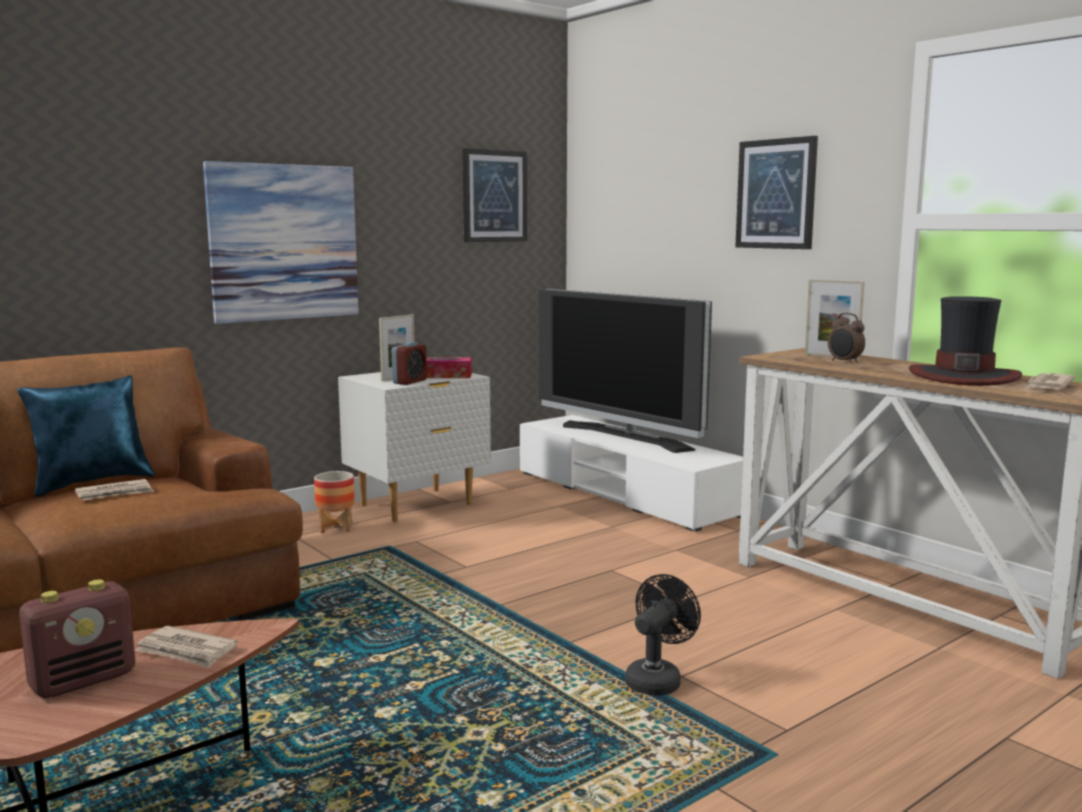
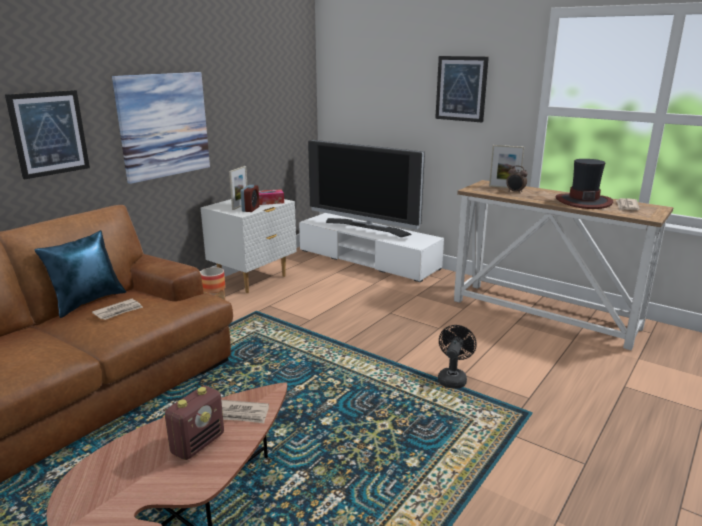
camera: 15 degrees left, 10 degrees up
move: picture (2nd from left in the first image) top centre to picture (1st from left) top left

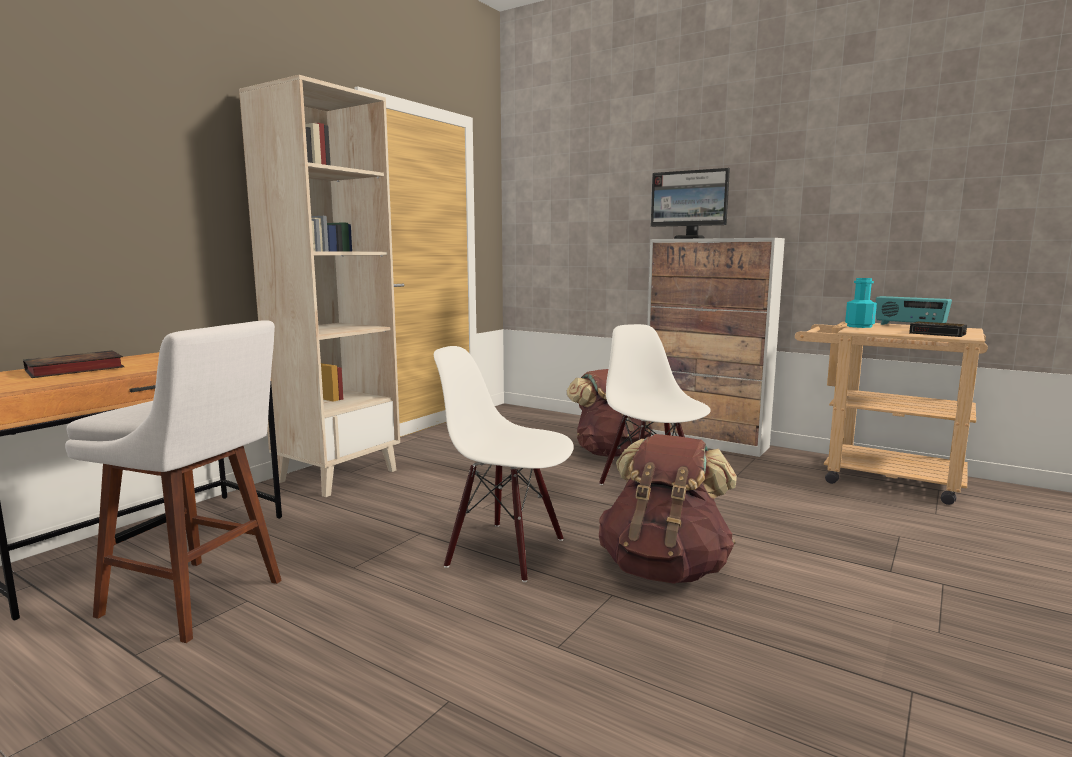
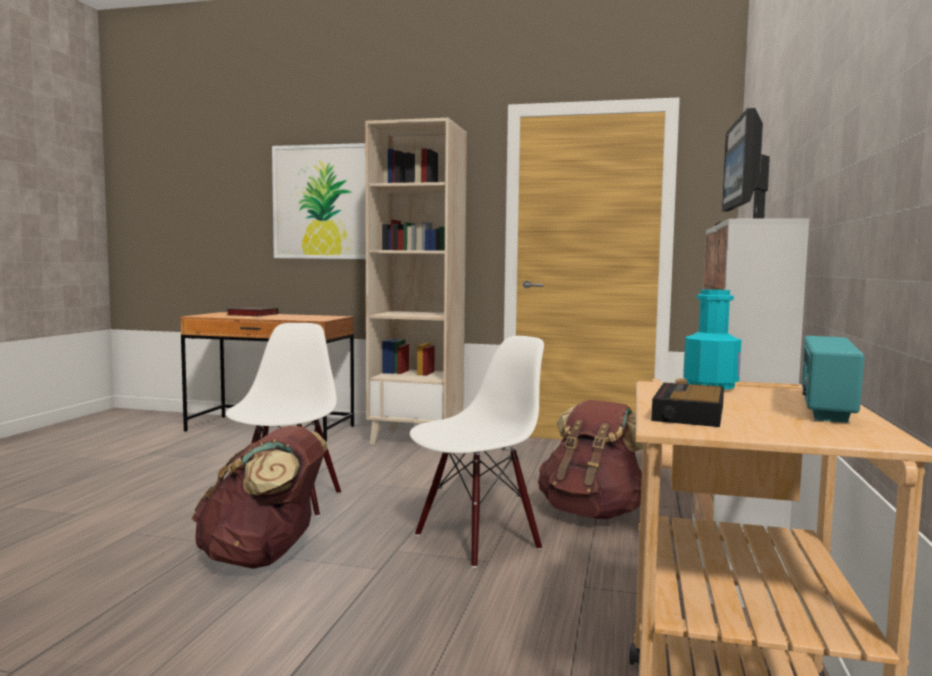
camera: 70 degrees right, 5 degrees down
delete: white stool middle left
insert: picture top centre

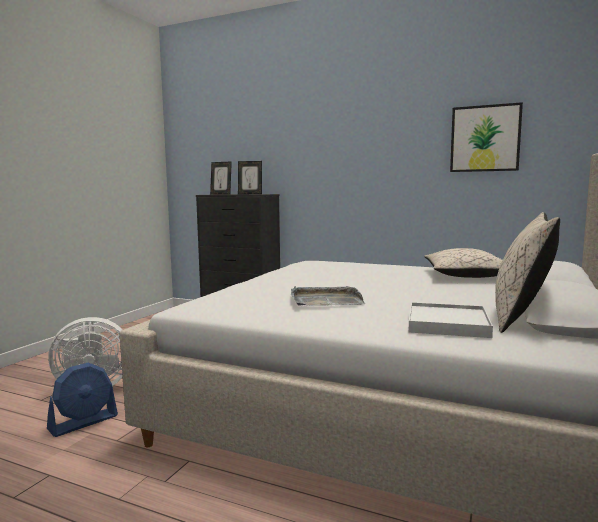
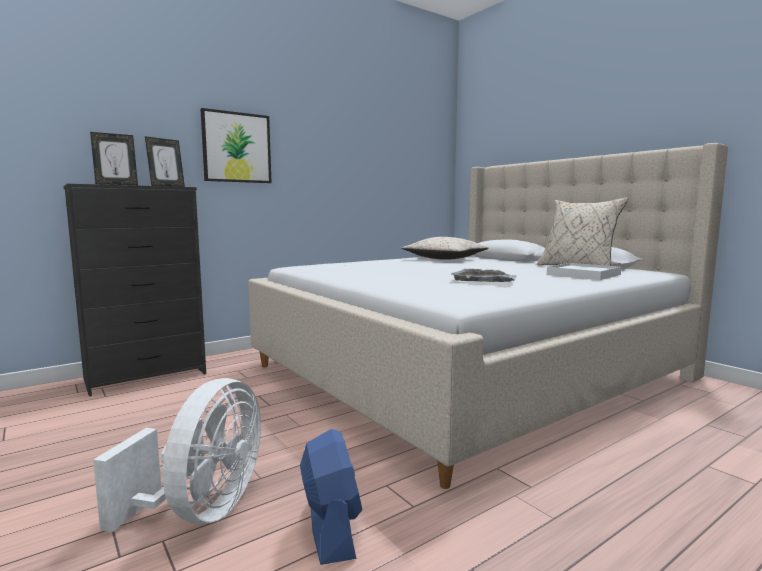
camera: 60 degrees left, 0 degrees up
move: picture top right to top left

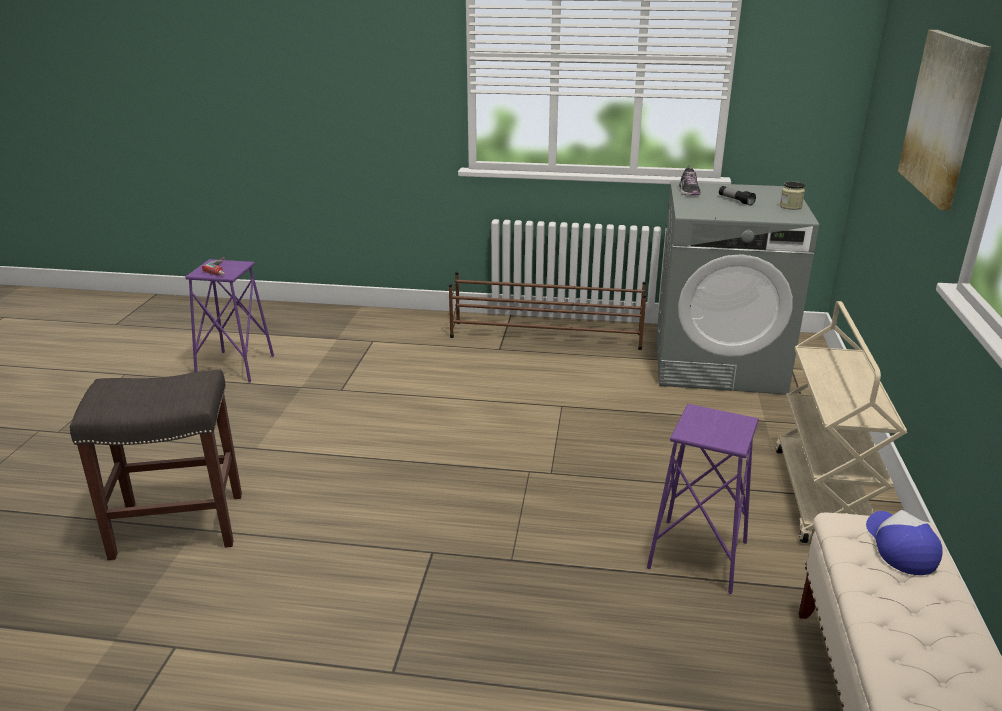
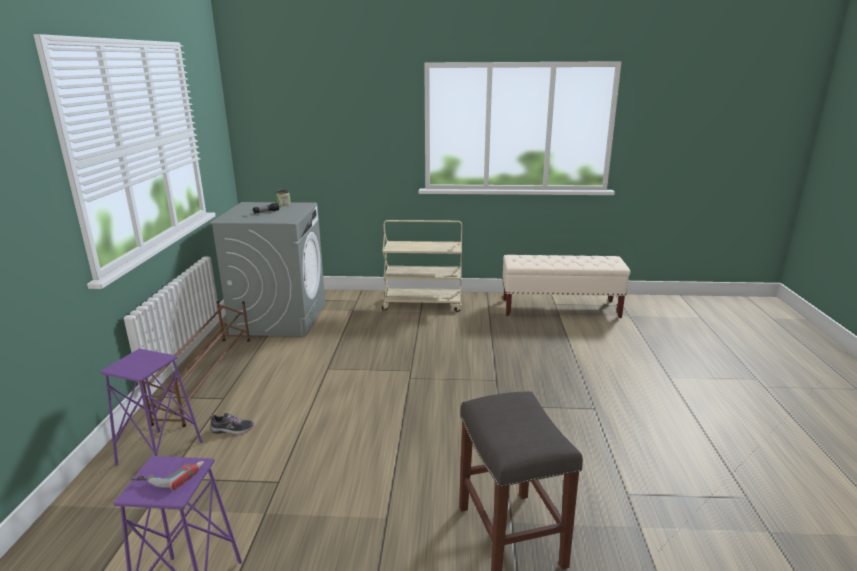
camera: 95 degrees left, 5 degrees down
delete: cap bottom right; picture top right
move: purple stool (2nd from left in the first image) bottom right to purple stool (1st from left) bottom left; shoe top right to bottom left

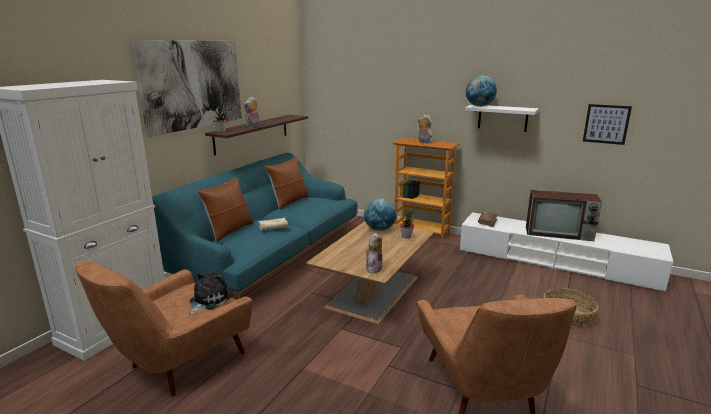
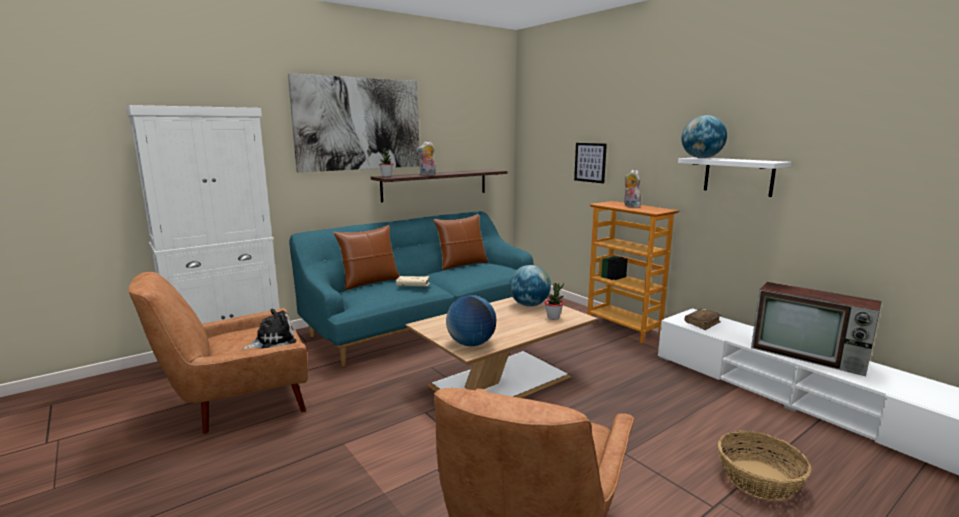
camera: 25 degrees right, 5 degrees down
move: picture (2nd from left) top right to top centre
replace: plush toy (3rd from left) centre to globe (1st from left) centre

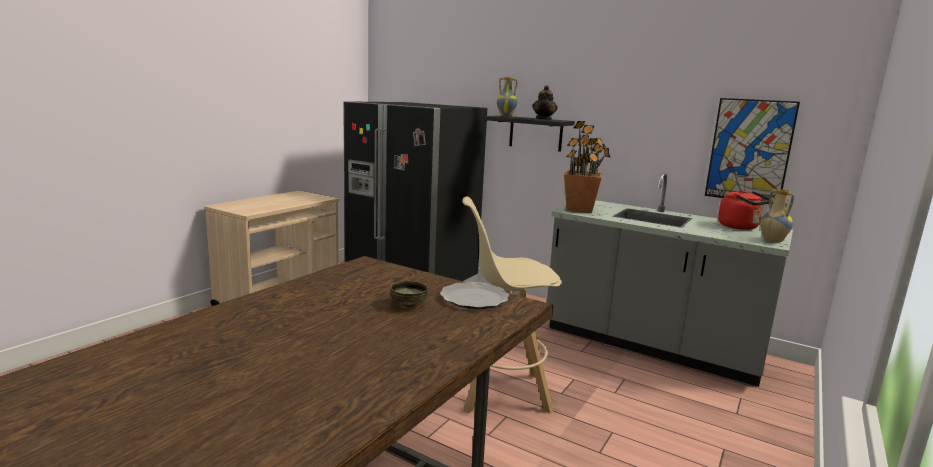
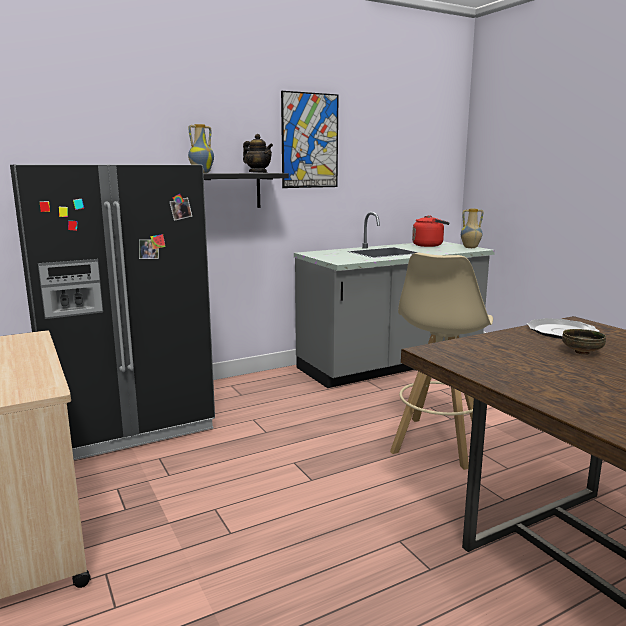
camera: 60 degrees left, 0 degrees up
delete: potted plant centre
move: picture top right to top centre

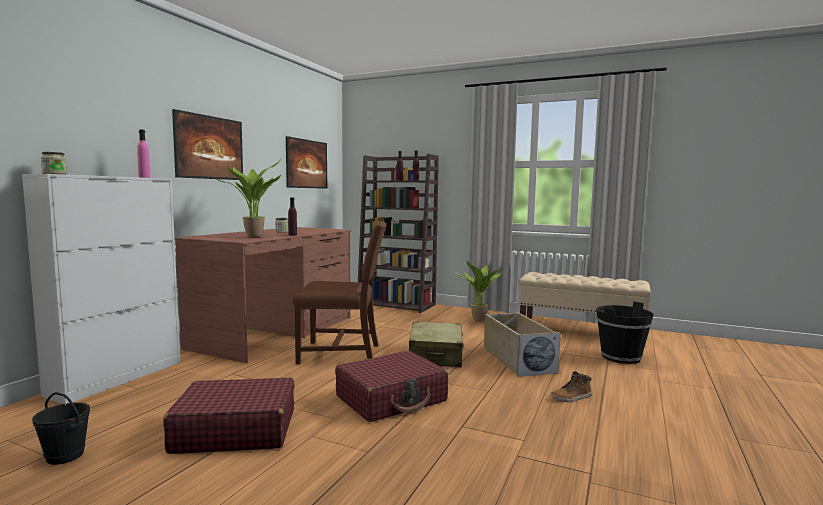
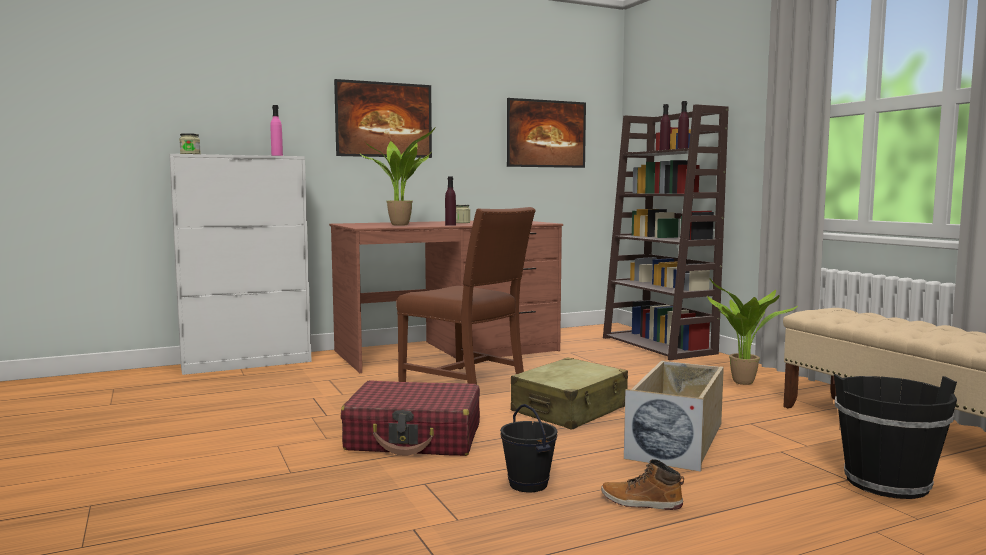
camera: 40 degrees right, 0 degrees up
delete: red suitcase (1st from left) bottom left
move: black bucket (1st from left) bottom left to bottom centre

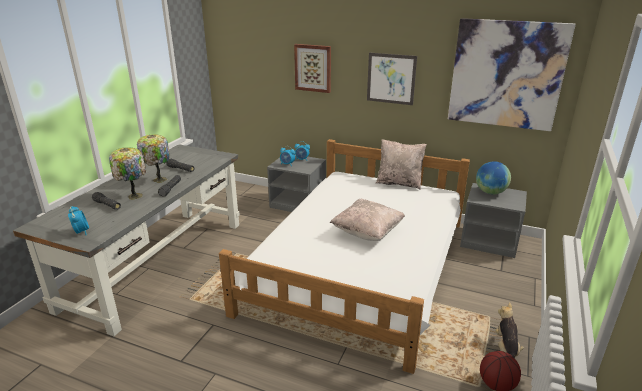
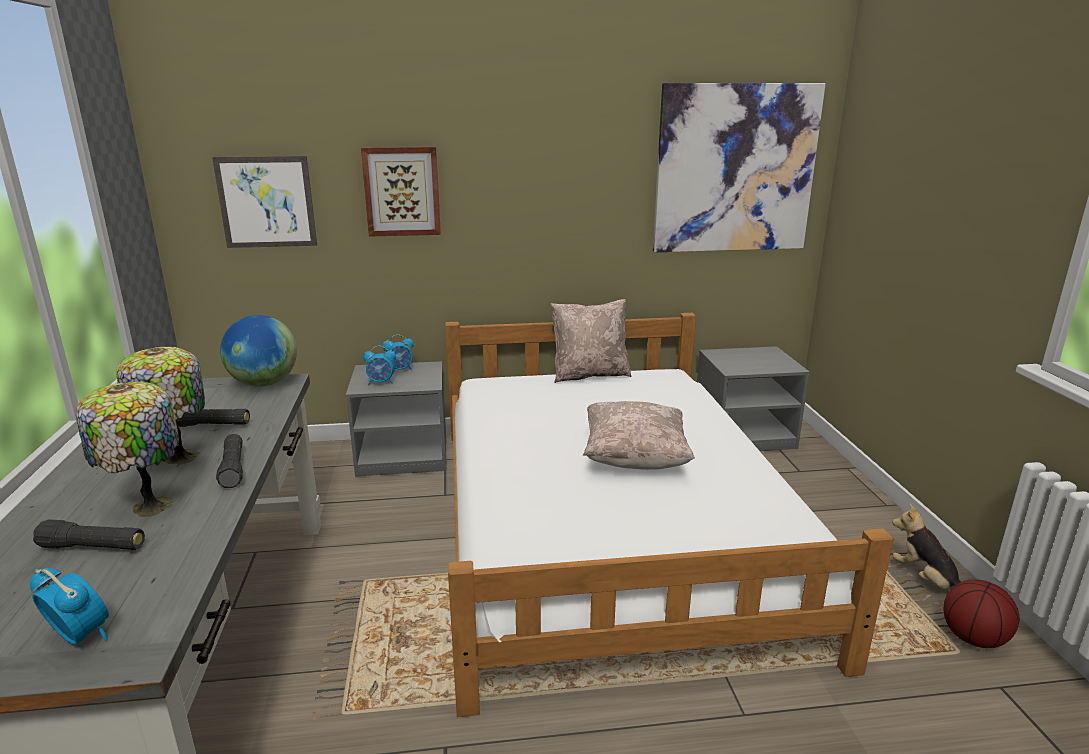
camera: 30 degrees left, 5 degrees down
move: picture (2nd from left in the first image) top centre to picture (1st from left) top left; globe middle right to middle left

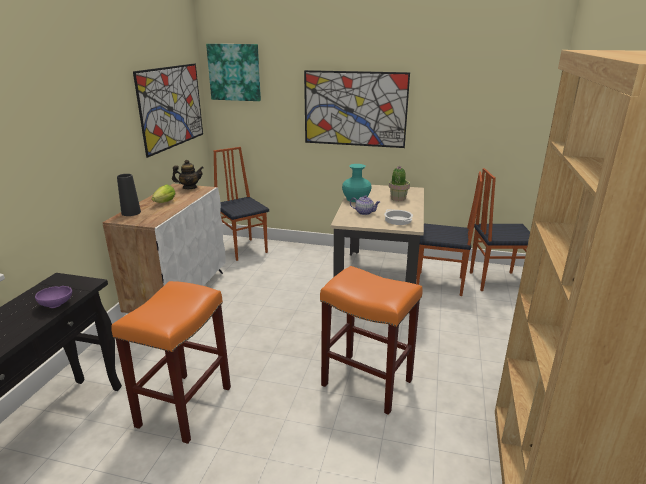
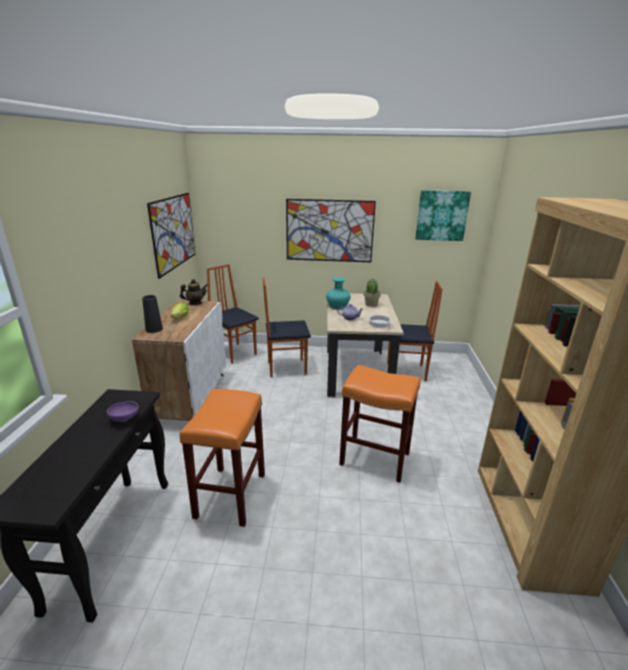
camera: 10 degrees left, 0 degrees up
move: picture (2nd from left in the first image) top centre to picture (3rd from left) top right; chair (3rd from left in the first image) middle right to chair (2nd from left) centre

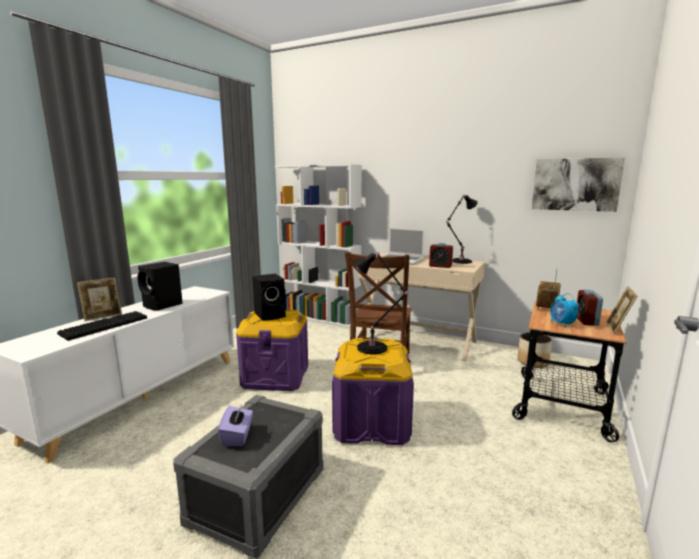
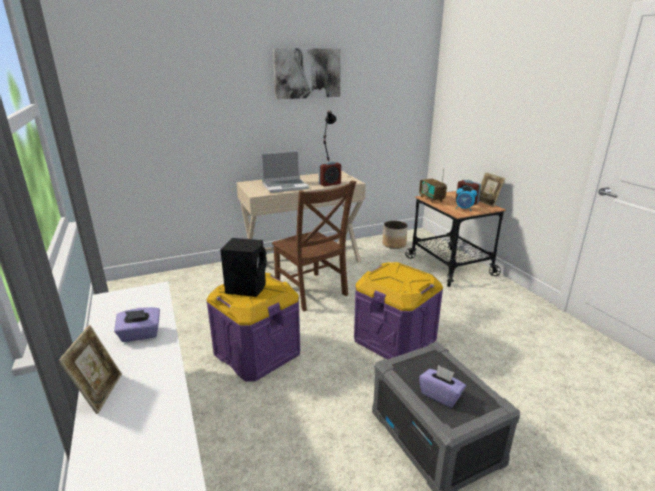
camera: 50 degrees left, 10 degrees up
delete: keyboard middle left; white bookcase centre; black table lamp (1st from left) centre
move: picture top right to top centre
replace: black speaker (1st from left) middle left to purple tissue box (1st from left) middle left

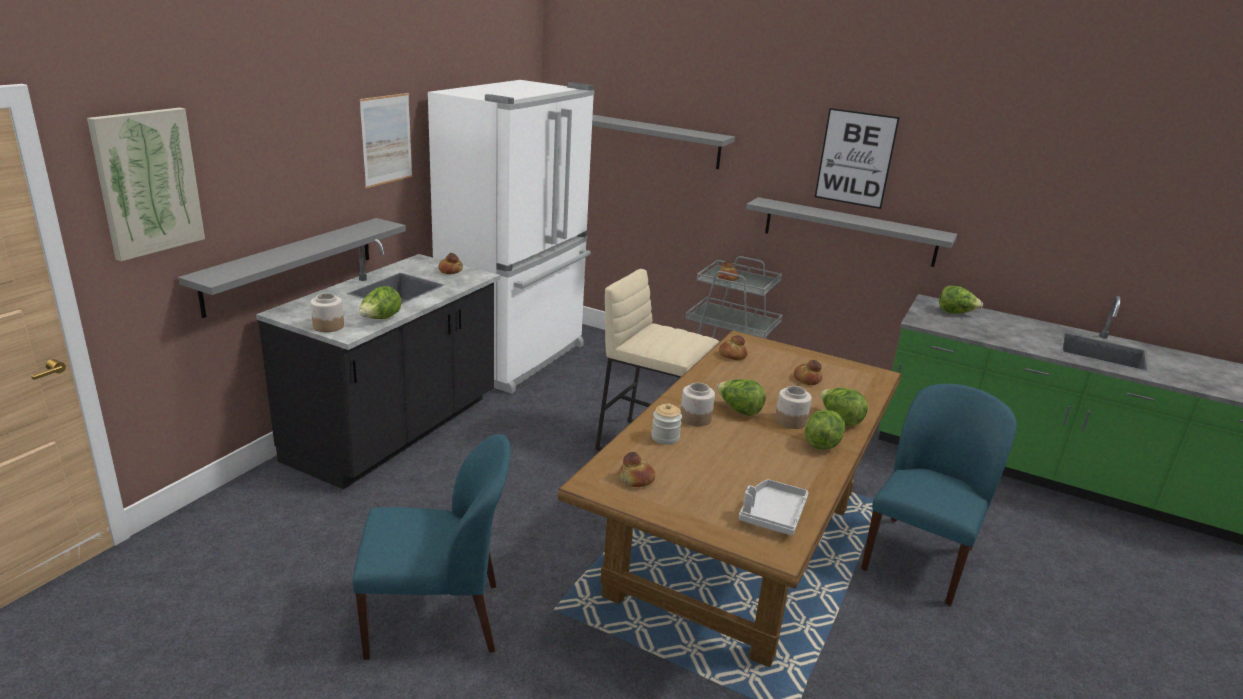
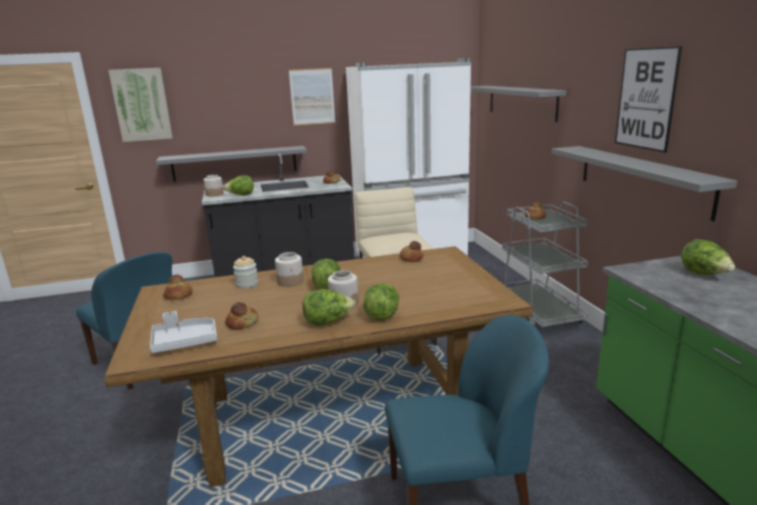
camera: 50 degrees right, 5 degrees down
move: bread (5th from left in the first image) centre to bread (2nd from left) middle left

